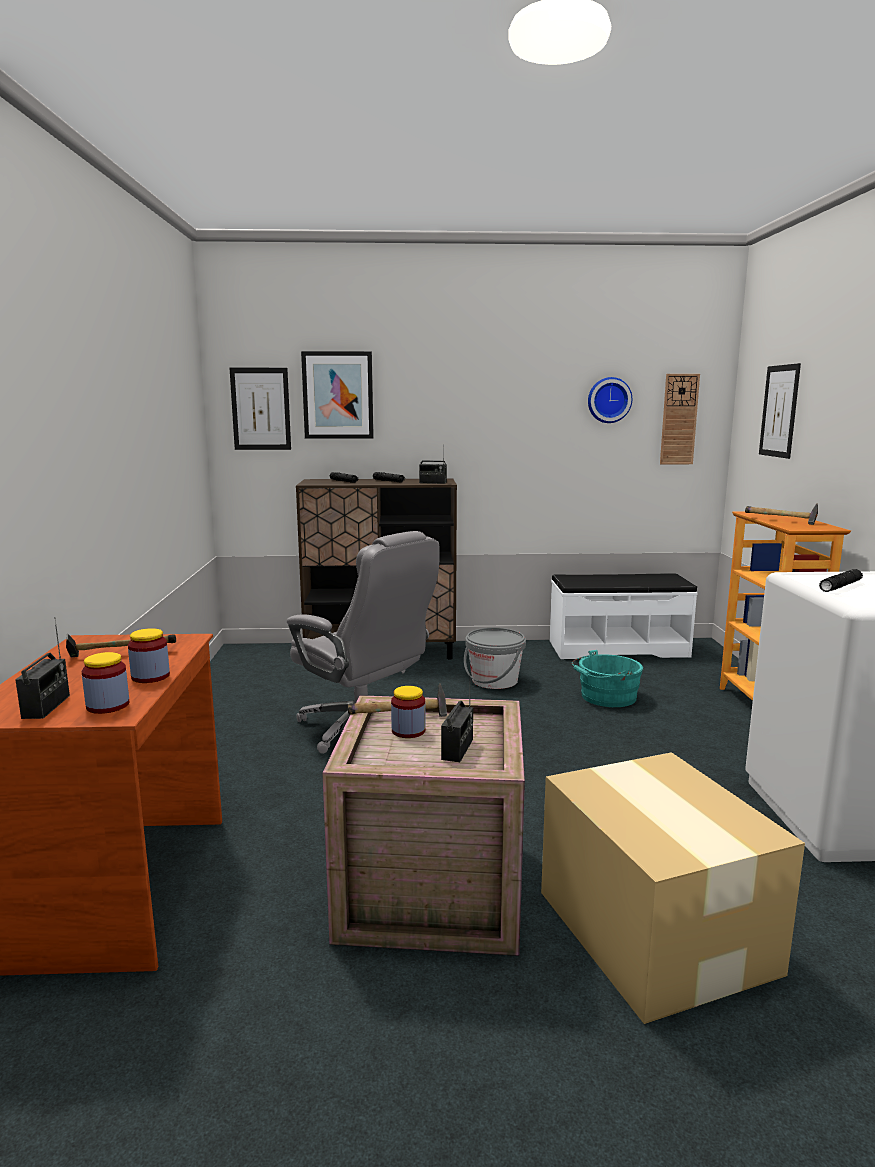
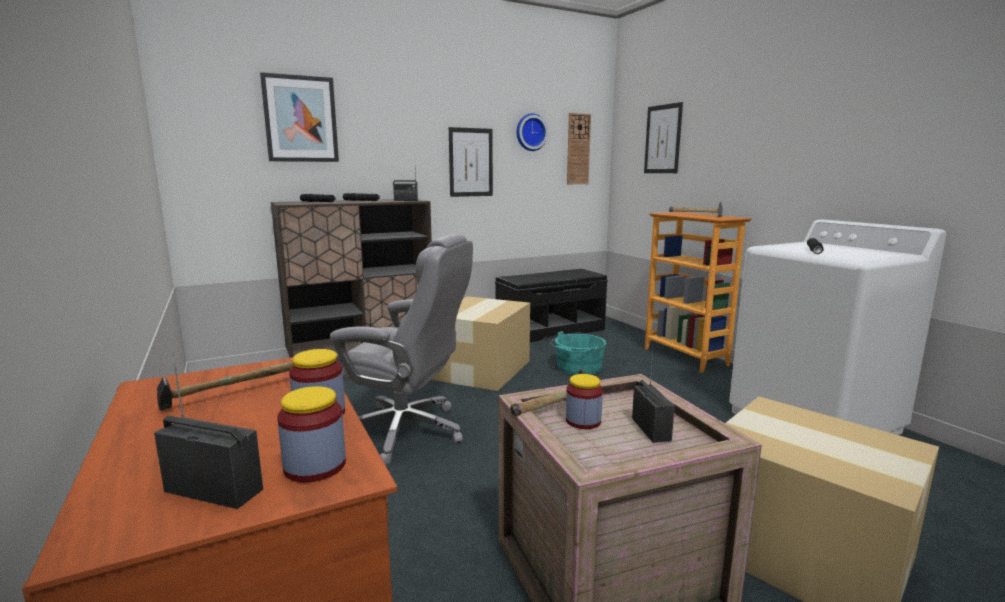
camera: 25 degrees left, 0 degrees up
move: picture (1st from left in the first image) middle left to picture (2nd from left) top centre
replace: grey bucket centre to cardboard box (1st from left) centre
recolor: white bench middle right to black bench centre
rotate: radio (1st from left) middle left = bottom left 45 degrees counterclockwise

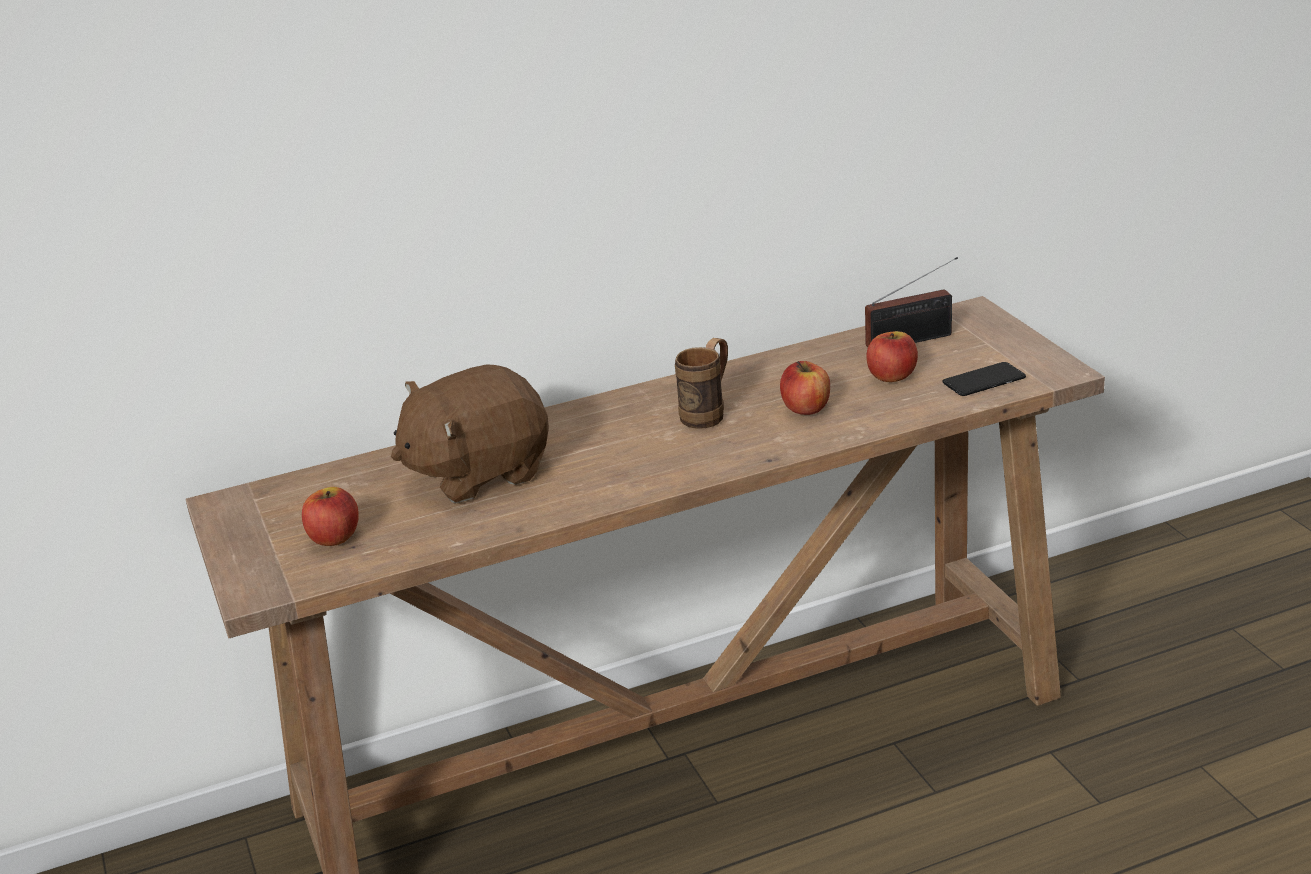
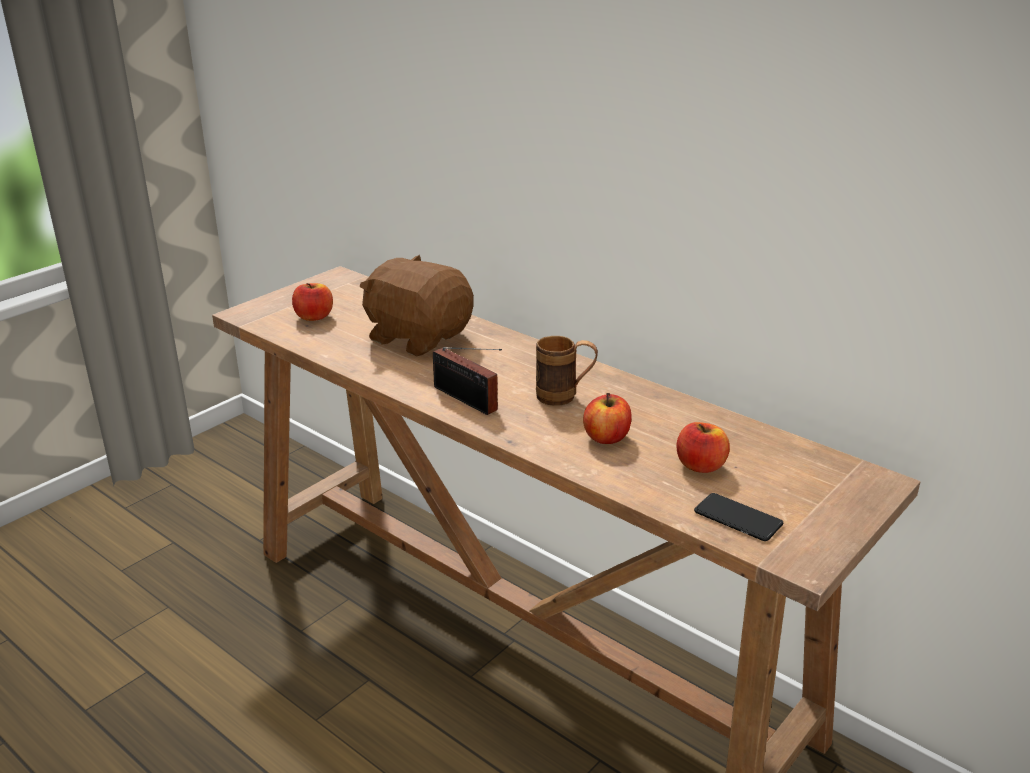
camera: 60 degrees right, 0 degrees up
move: radio middle right to centre

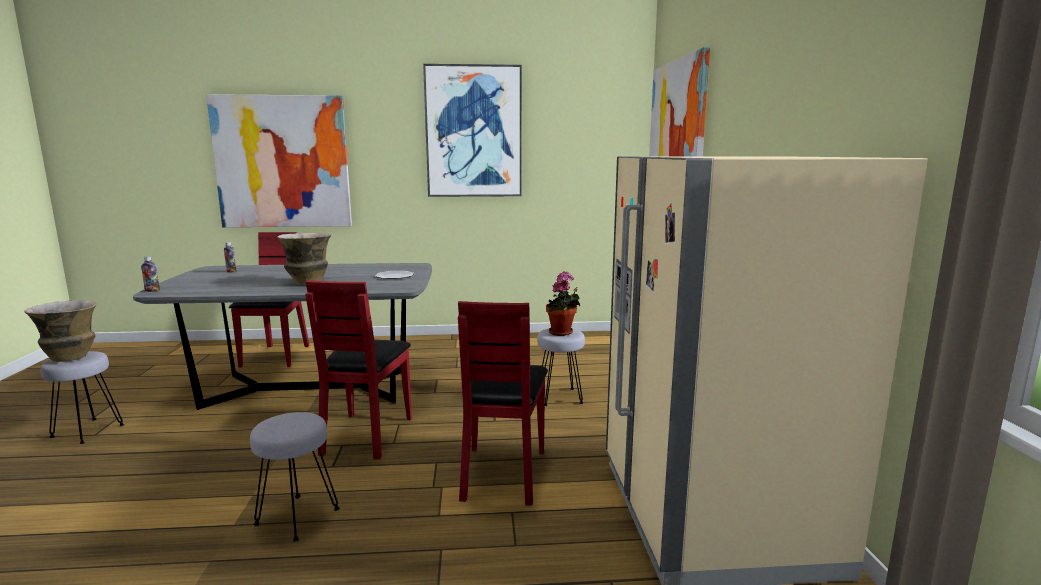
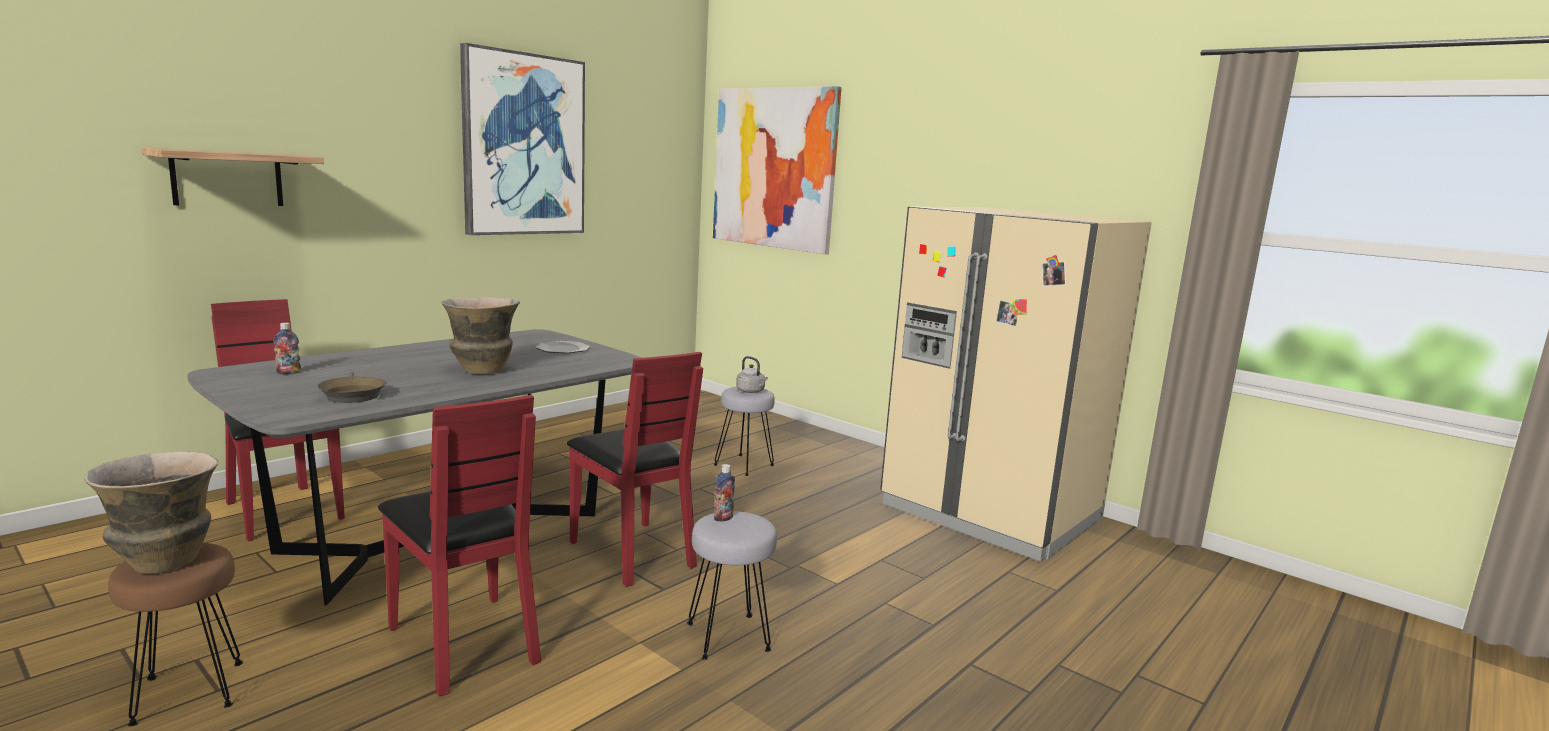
camera: 45 degrees left, 0 degrees up
insert: brown frying pan middle left
move: bottle (1st from left in the first image) middle left to bottle (2nd from left) bottom centre; red chair (3rd from left in the first image) bottom centre to red chair (2nd from left) bottom left
replace: picture (1st from left) top left to shelf top left; potted plant centre to grey kettle centre
recolor: grey stool (1st from left) bottom left to brown stool bottom left

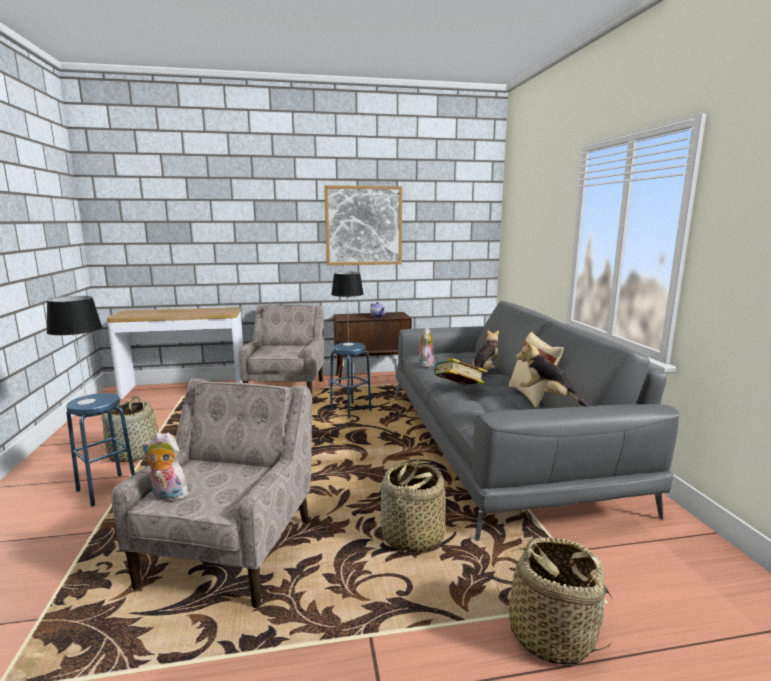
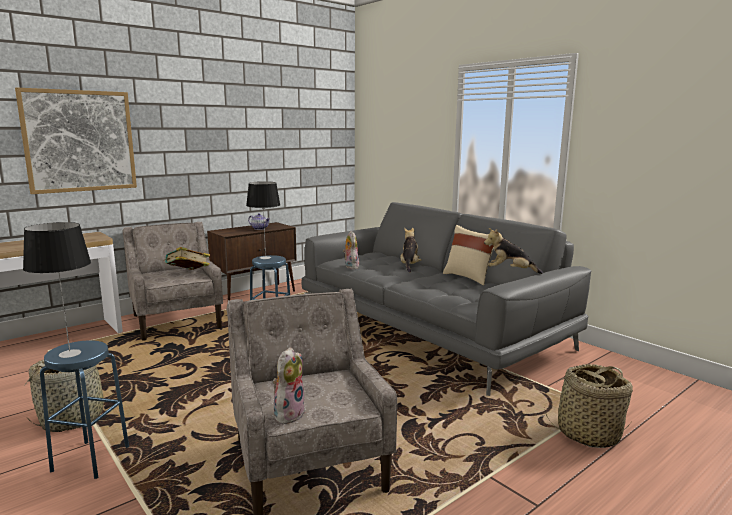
camera: 30 degrees left, 0 degrees up
delete: basket (2nd from left) bottom centre
move: picture top centre to top left; book centre to middle left
rotate: plush toy (1st from left) bottom left = bottom centre 135 degrees clockwise

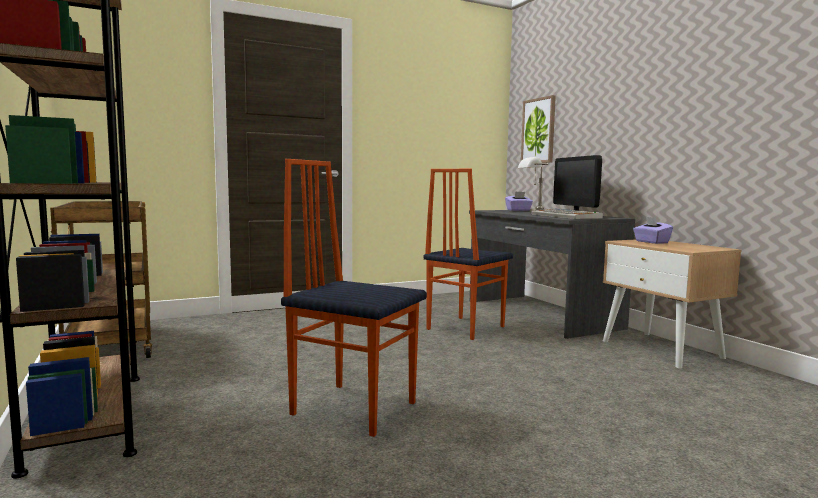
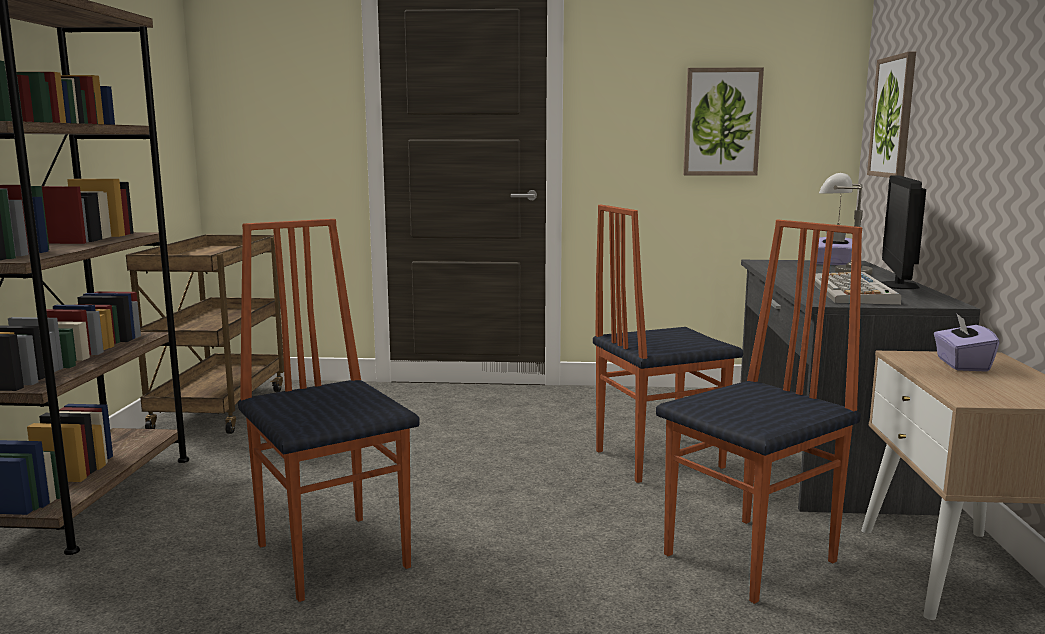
camera: 30 degrees right, 5 degrees up
insert: chair (3rd from left) middle right; picture (1st from left) top right

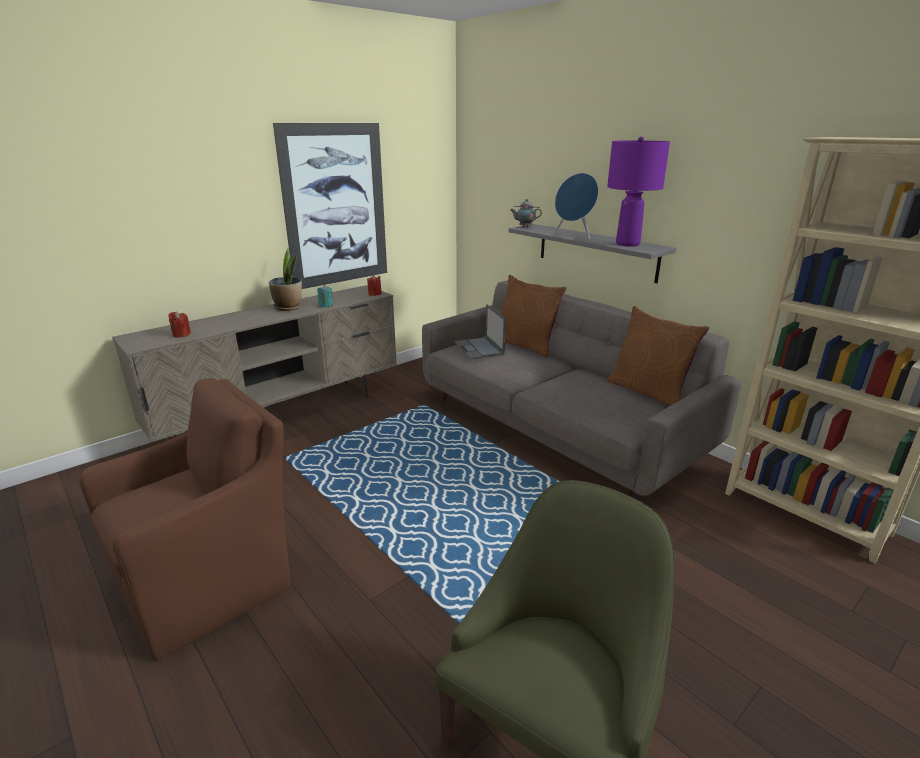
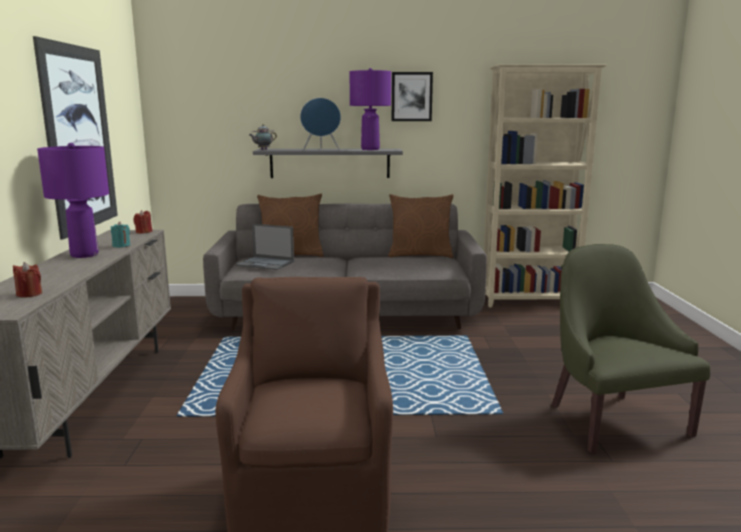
camera: 50 degrees left, 10 degrees down
insert: picture (2nd from left) top centre
replace: potted plant middle left to purple table lamp (1st from left) middle left

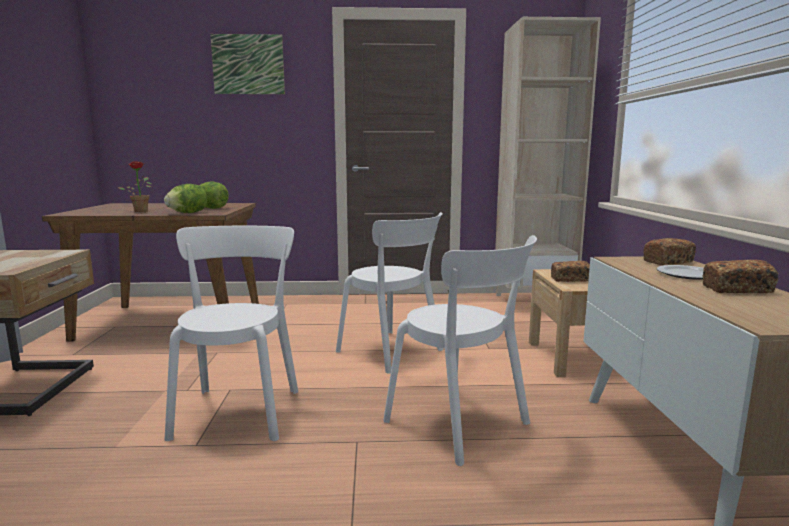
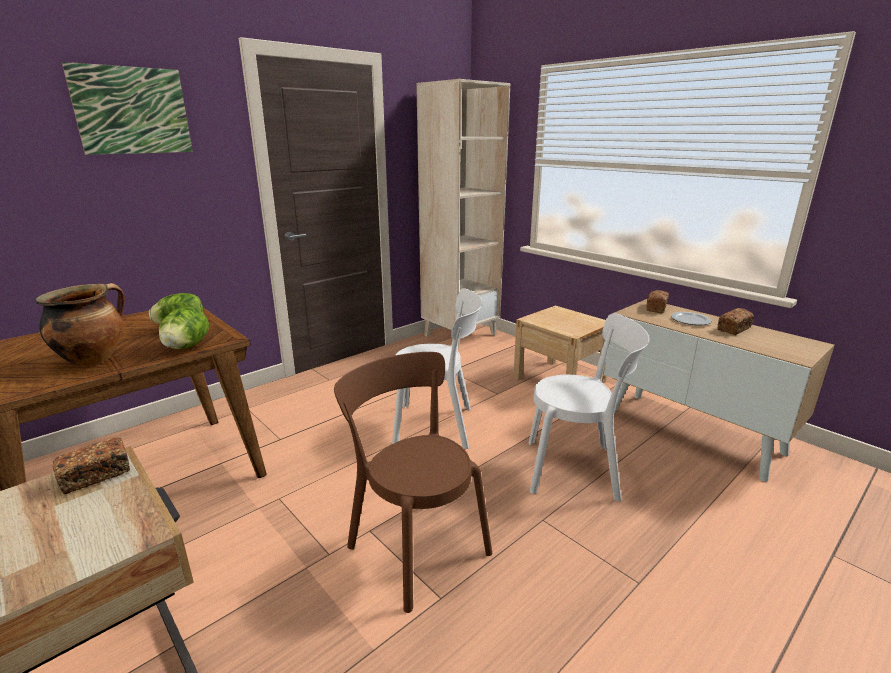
camera: 40 degrees left, 10 degrees up
move: bread (1st from left) middle right to bottom left
replace: potted plant middle left to cooking pot middle left
recolor: white chair (1st from left) middle left to brown chair bottom centre

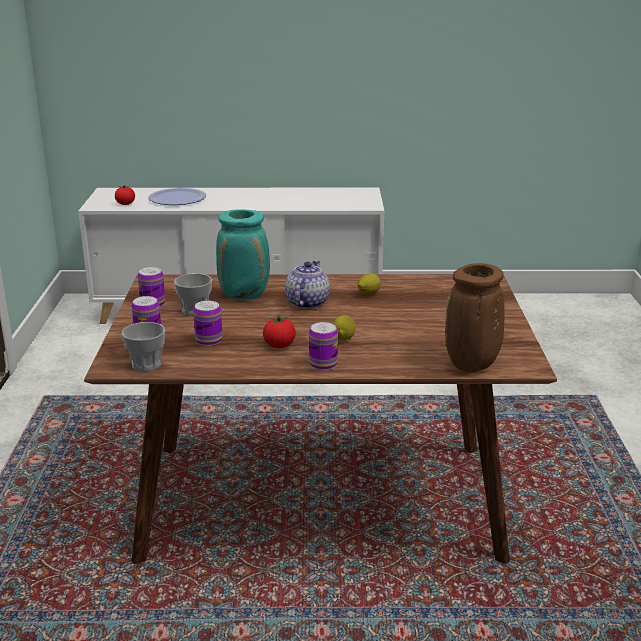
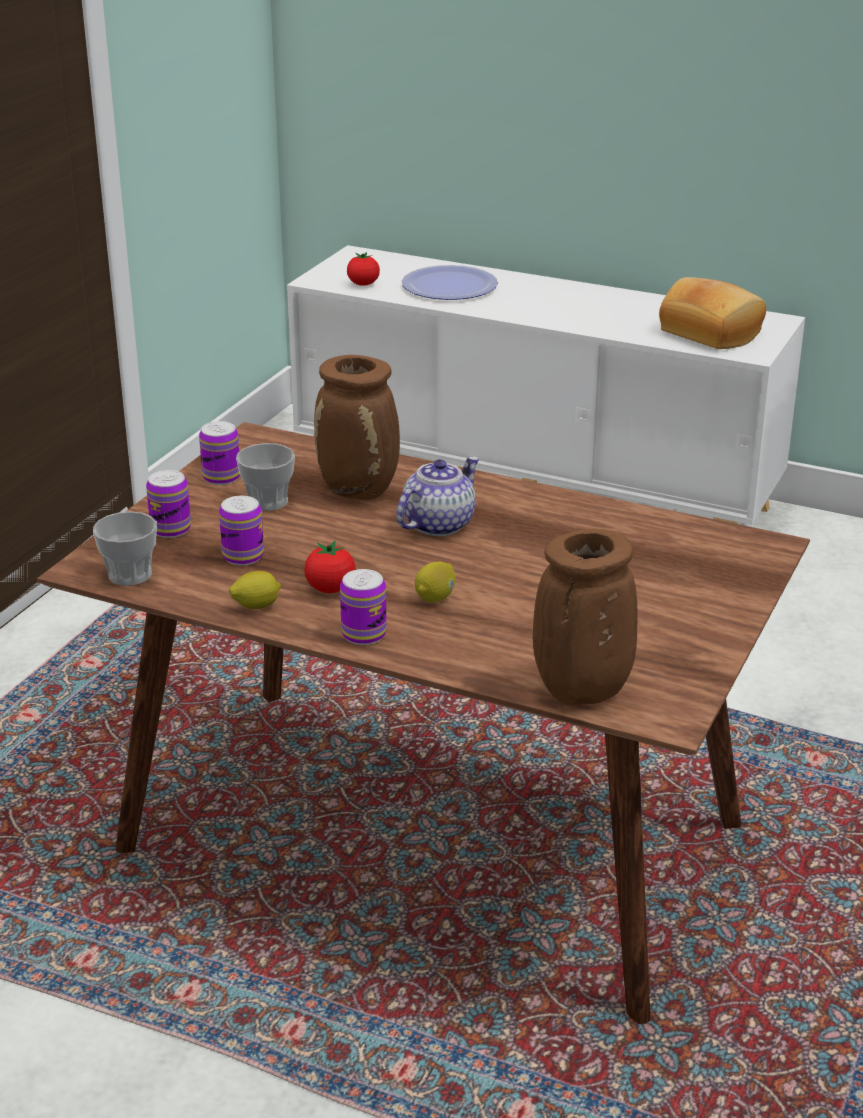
camera: 25 degrees right, 5 degrees up
insert: bread top right
move: lemon (2nd from left in the first image) centre to lemon (1st from left) middle left
recolor: turquoise vase centre to brown vase (1st from left) centre

